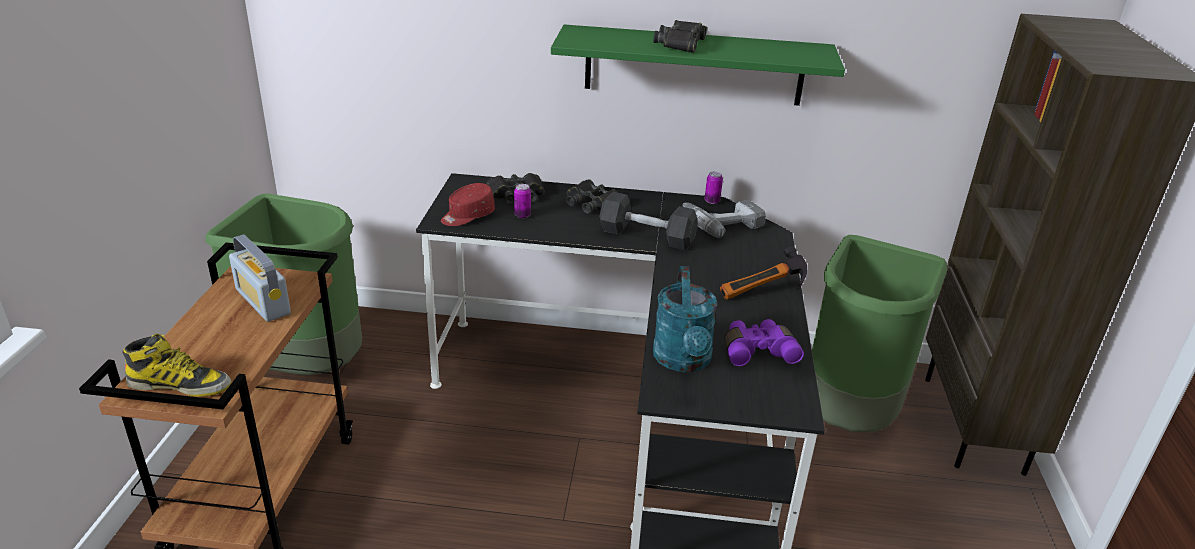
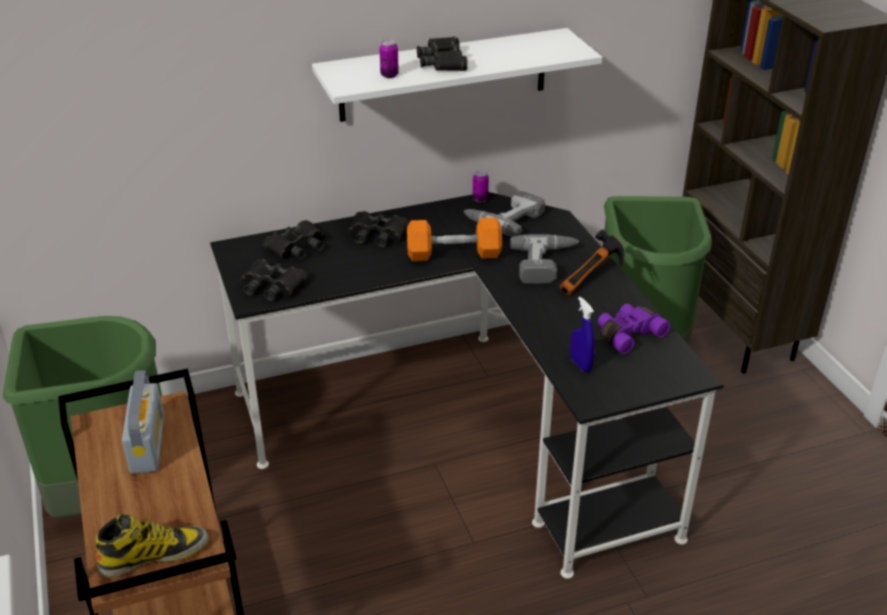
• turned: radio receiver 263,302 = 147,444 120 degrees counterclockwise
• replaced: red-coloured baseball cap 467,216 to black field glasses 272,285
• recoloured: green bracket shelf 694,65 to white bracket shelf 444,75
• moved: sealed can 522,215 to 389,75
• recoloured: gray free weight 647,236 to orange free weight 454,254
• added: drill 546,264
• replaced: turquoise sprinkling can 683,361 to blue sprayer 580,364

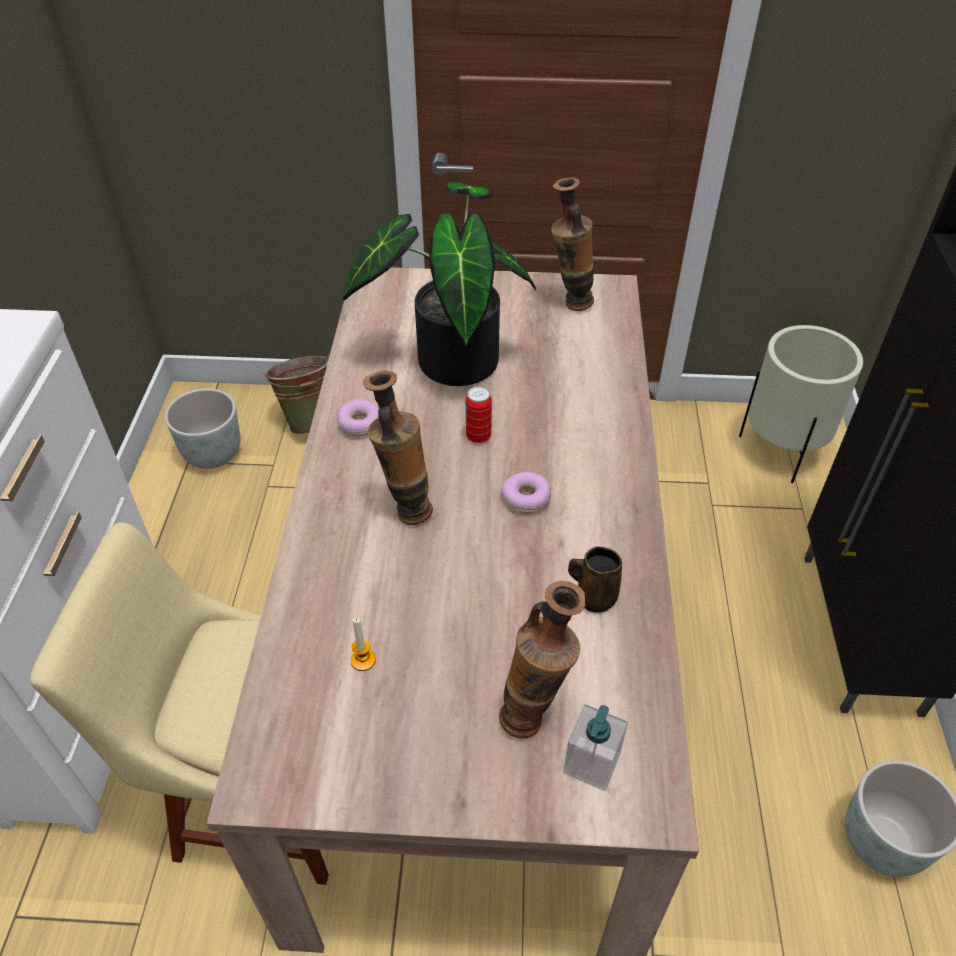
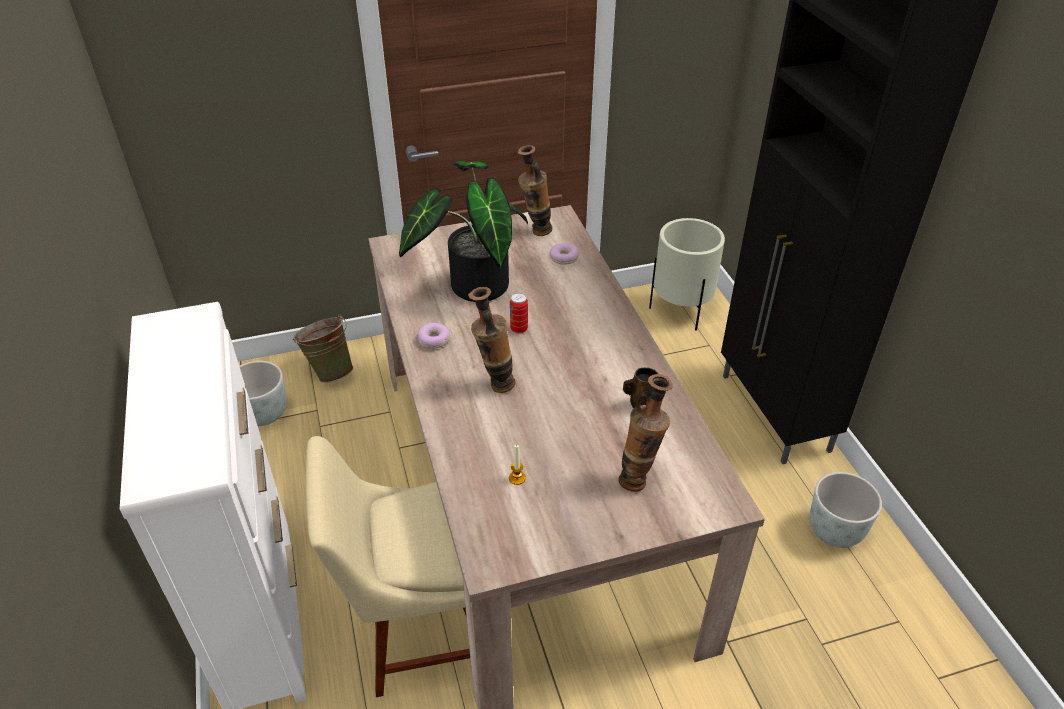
• moved: ring doughnut 526,498 to 564,258
• removed: liquid soap bottle 591,763

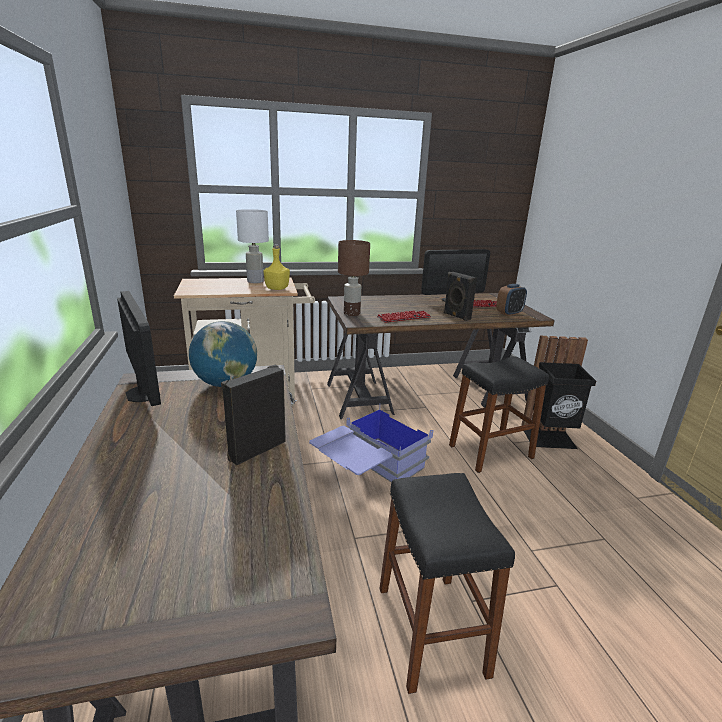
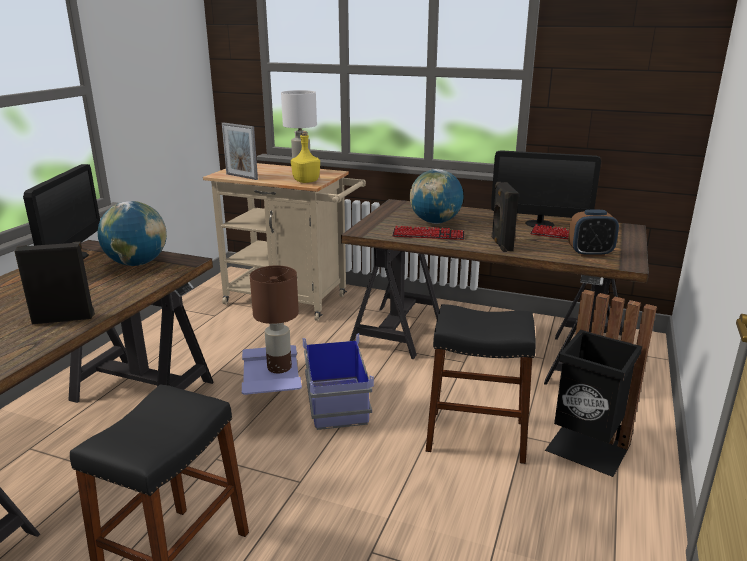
• added: photo frame 241,176
• moved: brown-coloured lamp for a table 351,313 to 279,367
• added: globe 435,222

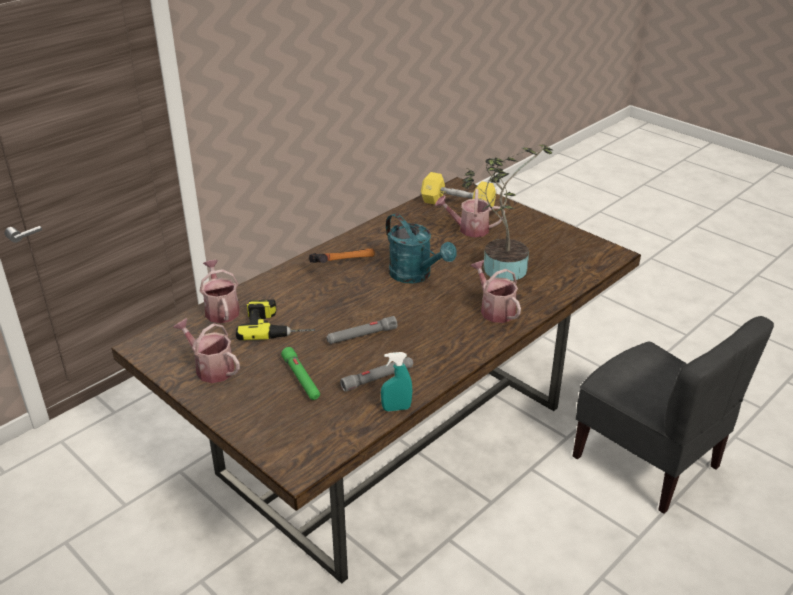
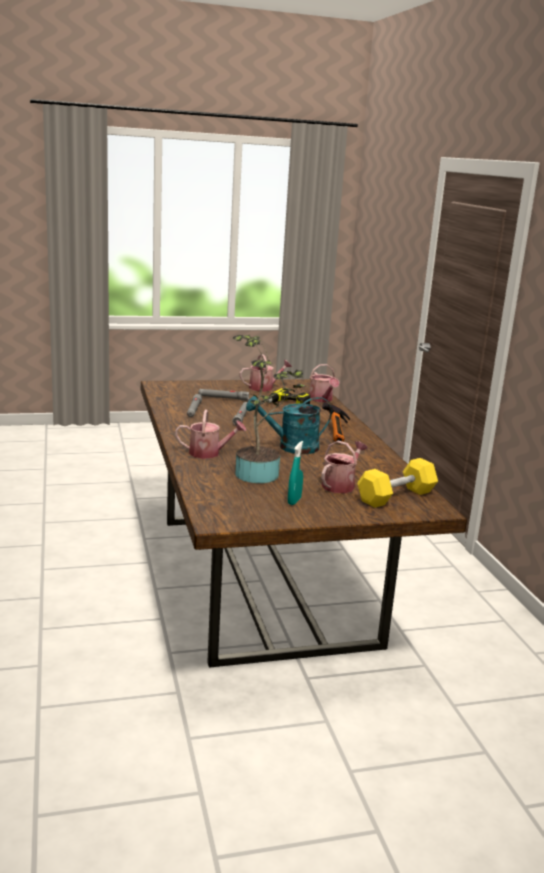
• recoloured: green torch 301,379 to gray torch 223,398
• moved: turquoise sprayer 396,408 to 294,501
• turned: sprinkling can 221,310 = 322,399 60 degrees clockwise
• removed: gray plain chair 647,461

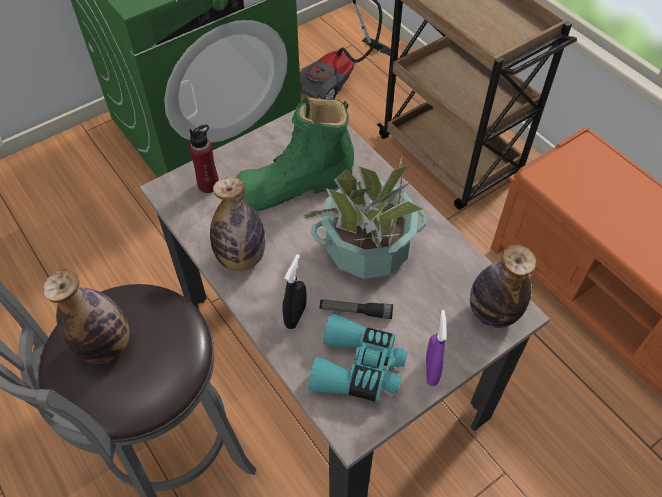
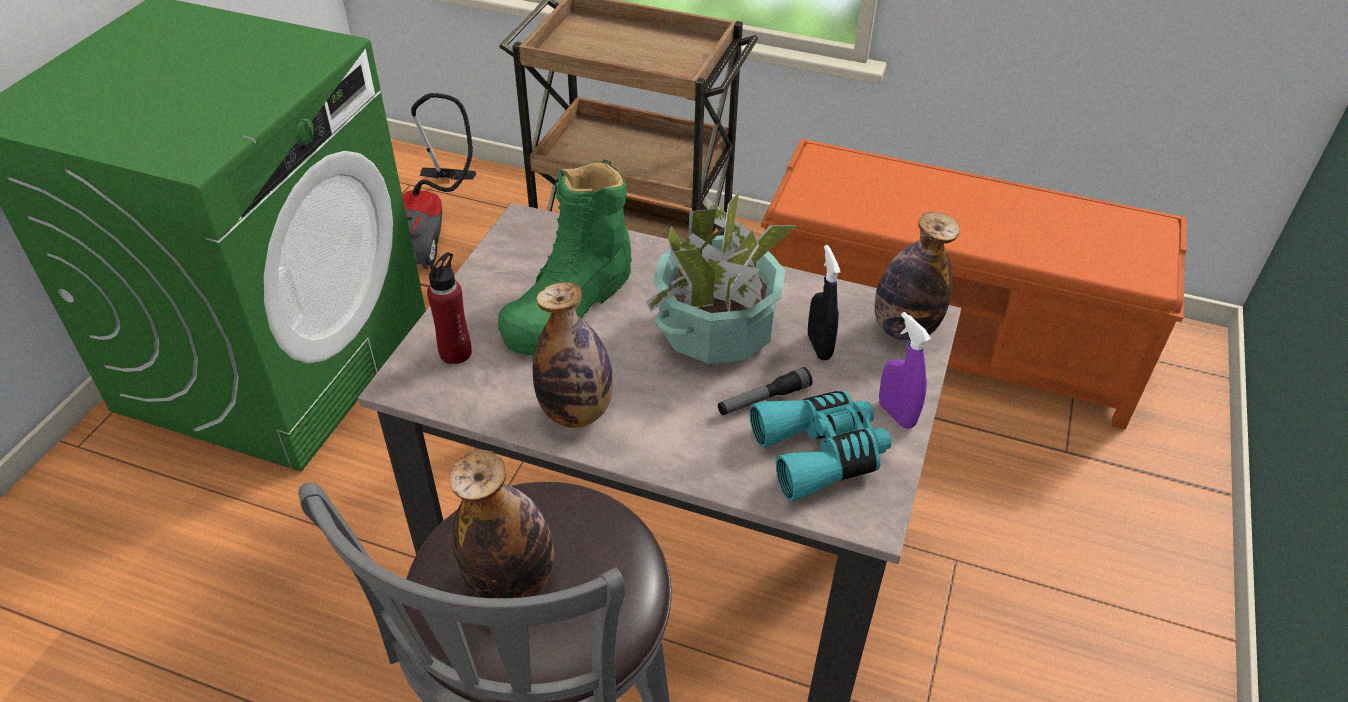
• moved: black sprayer 295,316 to 819,346

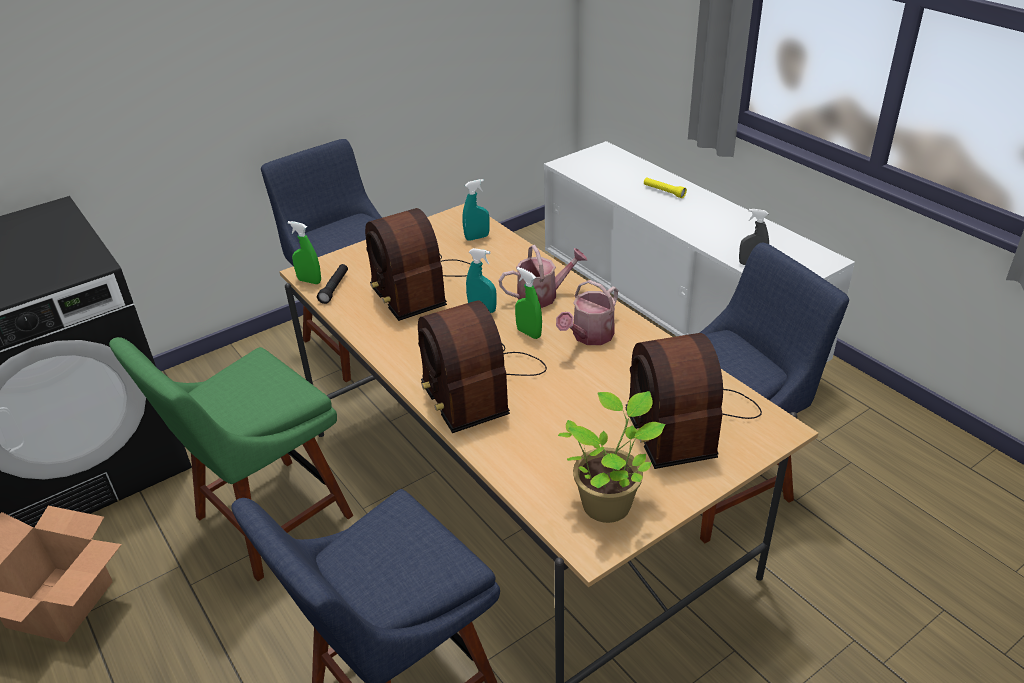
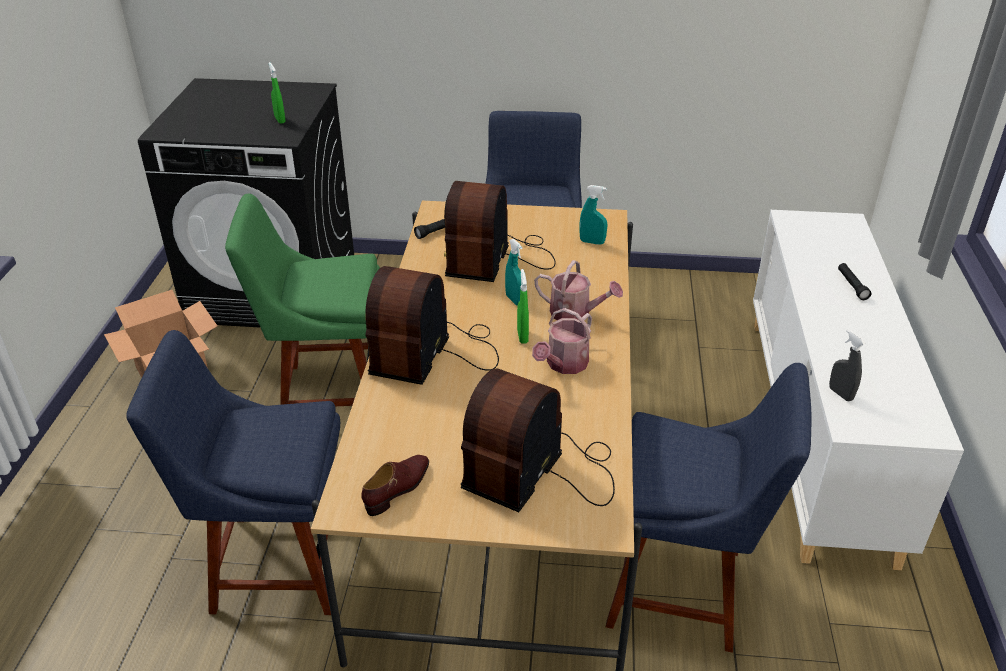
• moved: green sprayer 309,281 to 280,120
• replaced: houseplant 609,502 to brown-coloured item of footwear 398,488
• turned: sprinkling can 589,336 = 564,364 45 degrees counterclockwise
• recoloured: yellowish torch 664,191 to black torch 852,285

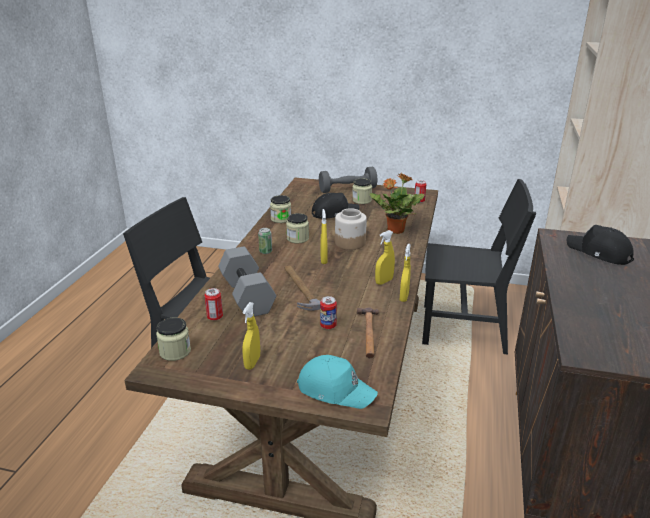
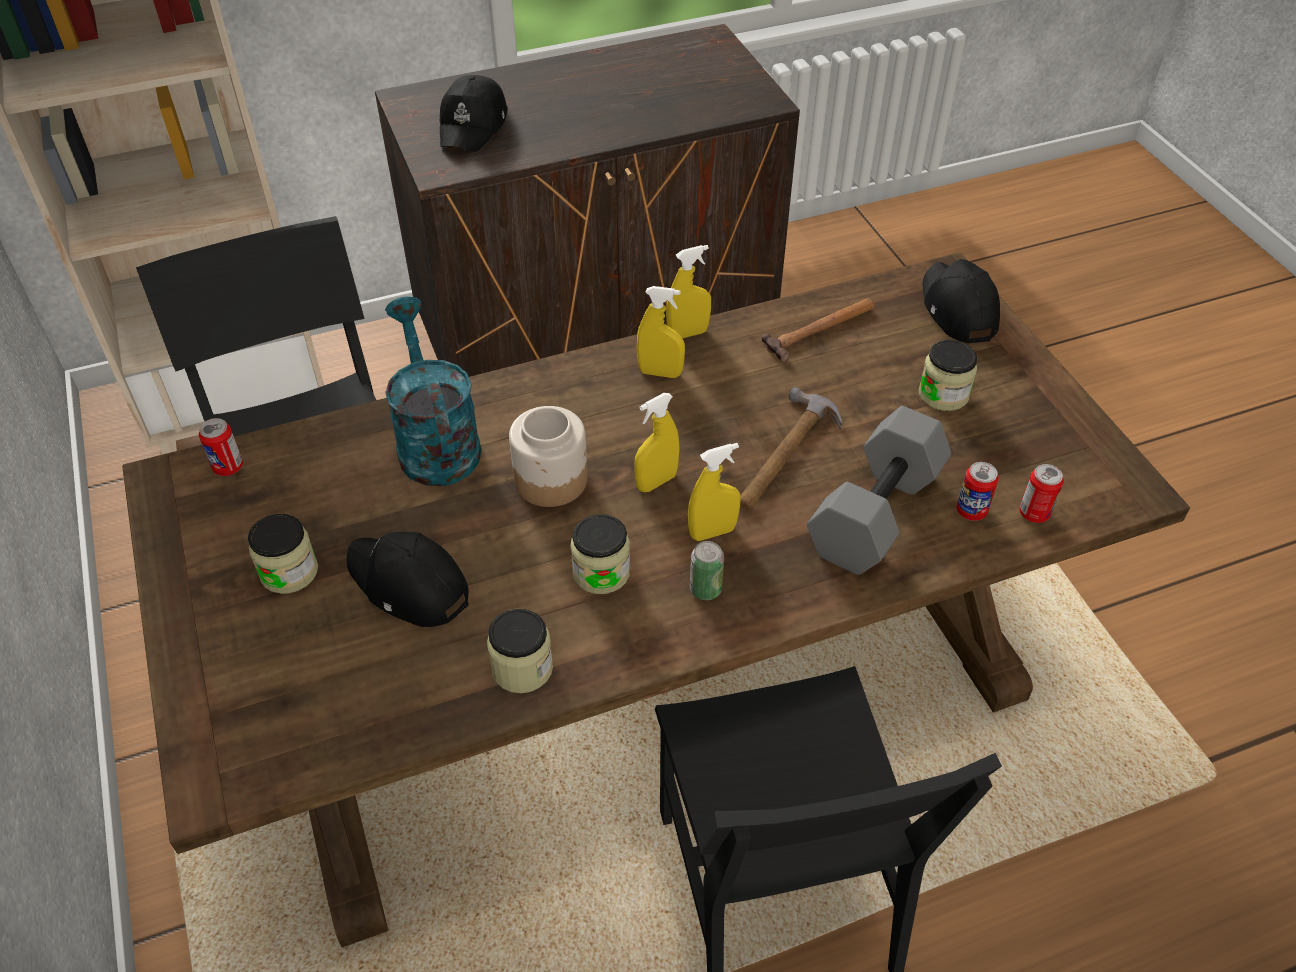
• replaced: houseplant 395,230 to turquoise sprinkling can 435,441
• moved: yellowish sprayer 252,363 to 712,532
• moved: jar 175,351 to 943,394
• recoloured: turquoise baseball cap 335,389 to black baseball cap 957,309
• moved: sealed can 328,326 to 1034,513
• removed: gray free weight 347,189

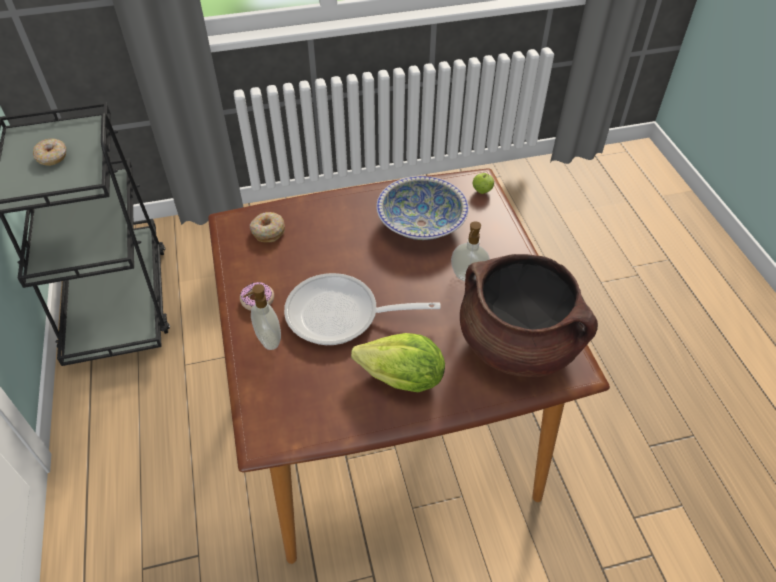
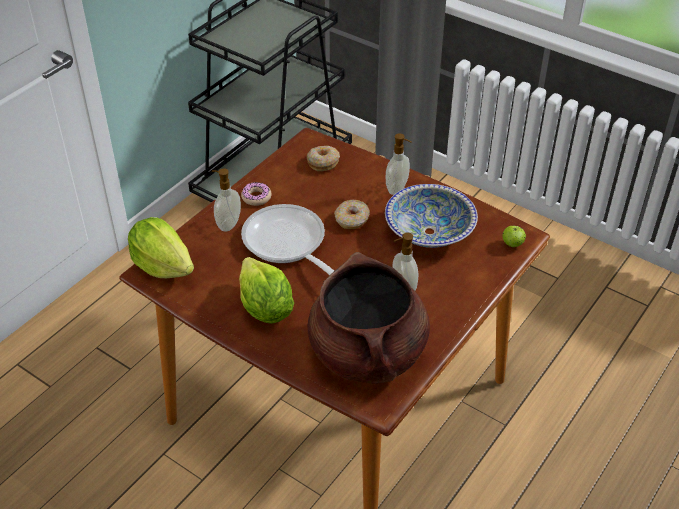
• added: lettuce 162,266
• moved: ring doughnut 52,157 to 352,220
• added: liquid soap bottle 397,189

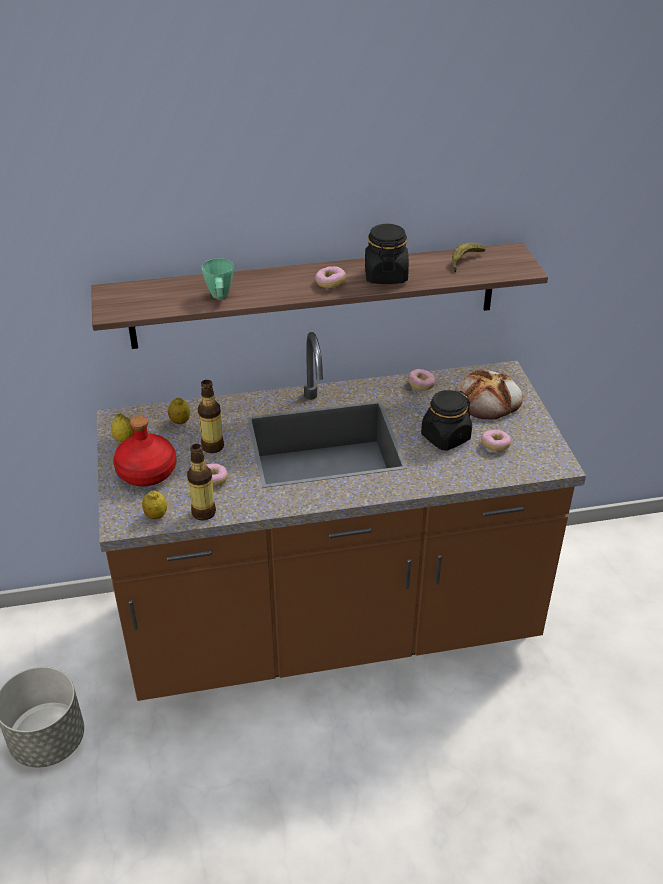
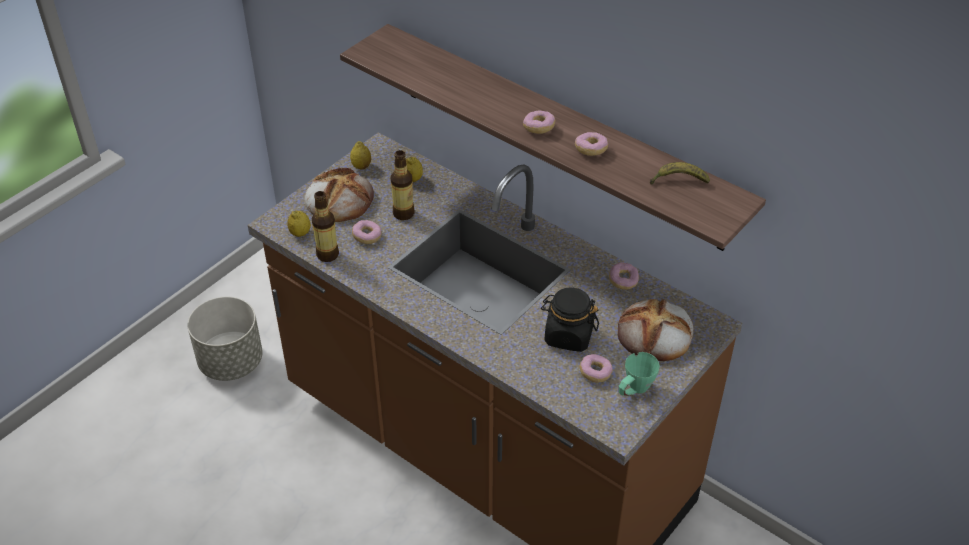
• replaced: red-coloured drink bottle 146,472 to bakery bread 339,199
• replaced: black jar 385,275 to ring doughnut 591,150
• moved: green mug 220,298 to 634,391

